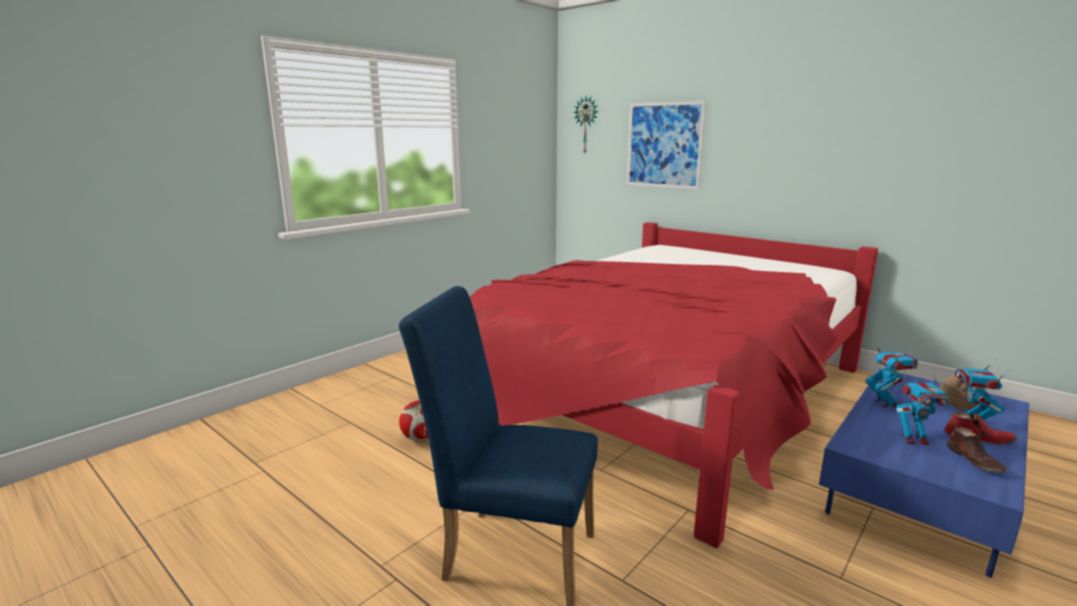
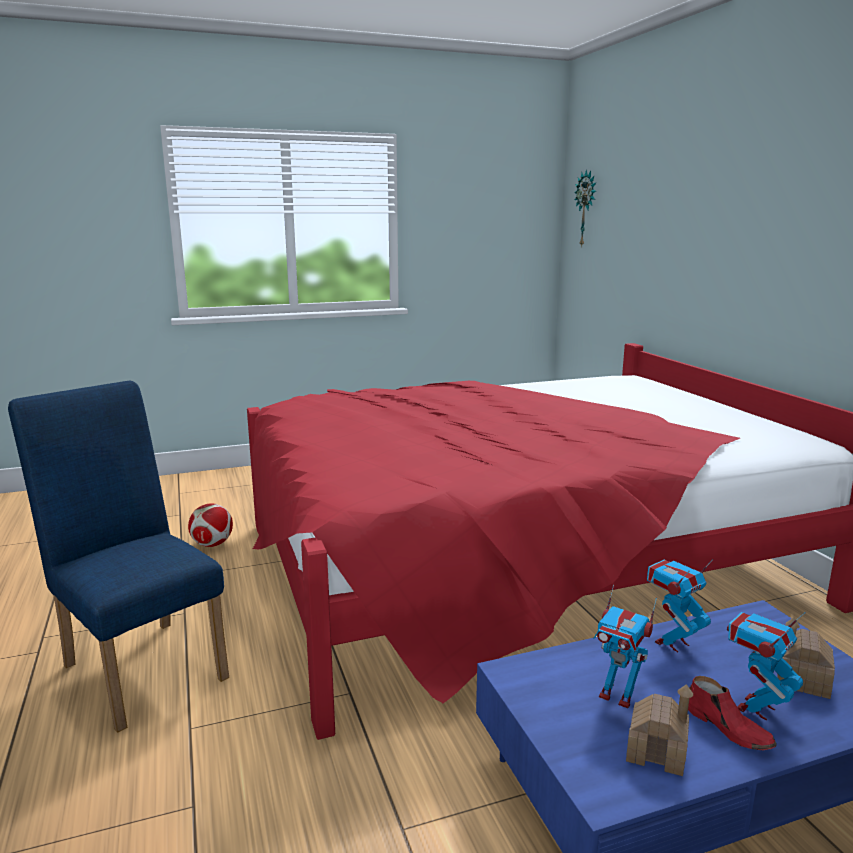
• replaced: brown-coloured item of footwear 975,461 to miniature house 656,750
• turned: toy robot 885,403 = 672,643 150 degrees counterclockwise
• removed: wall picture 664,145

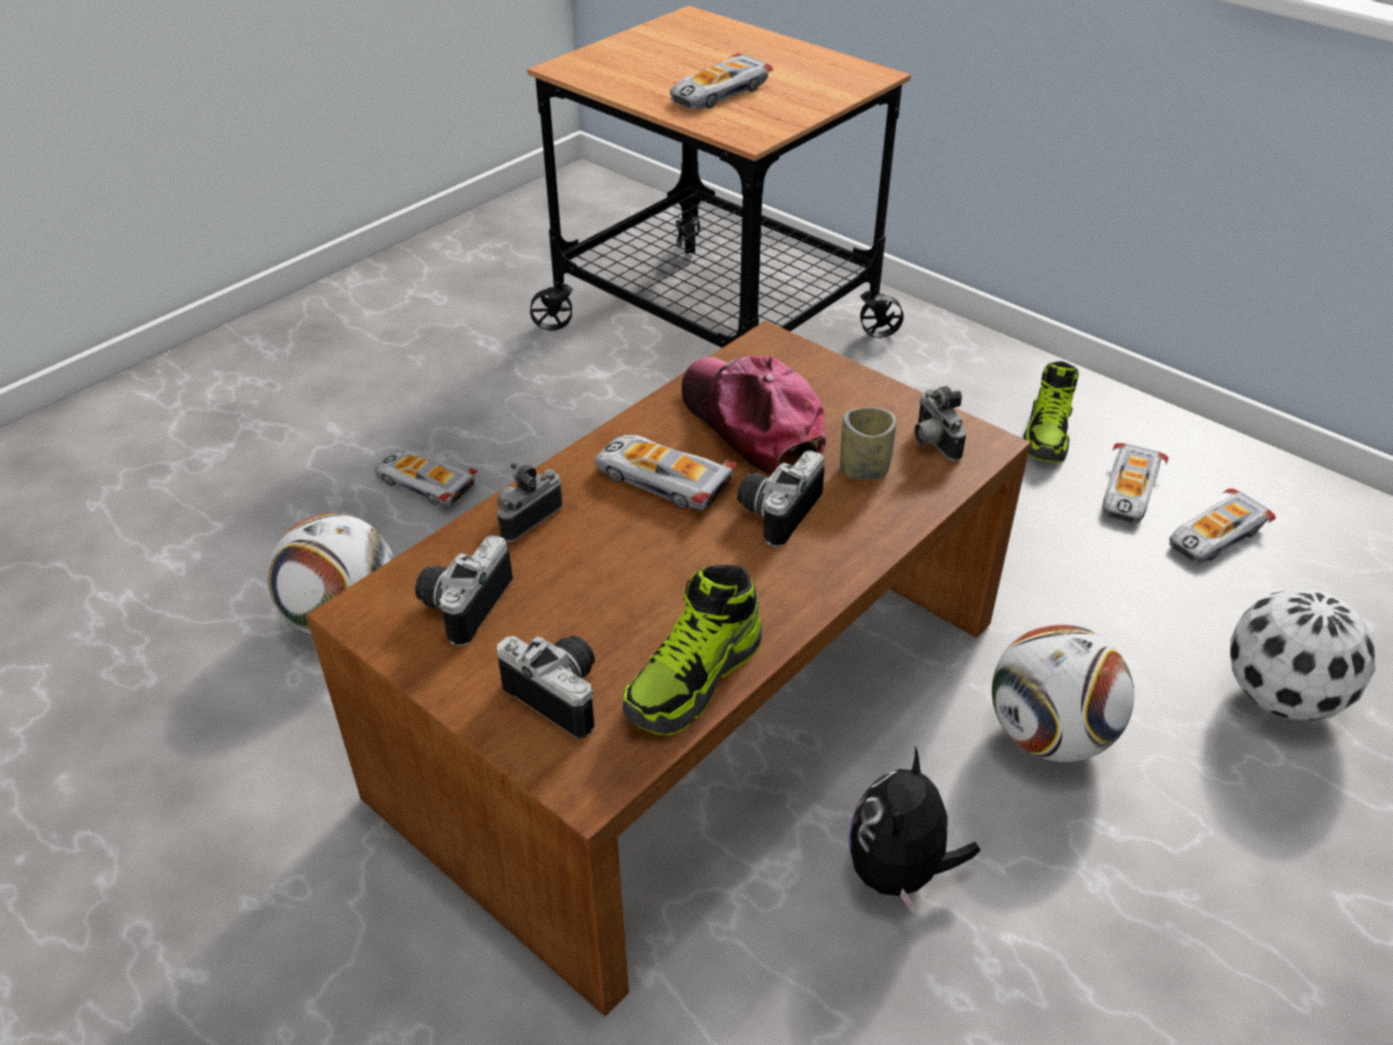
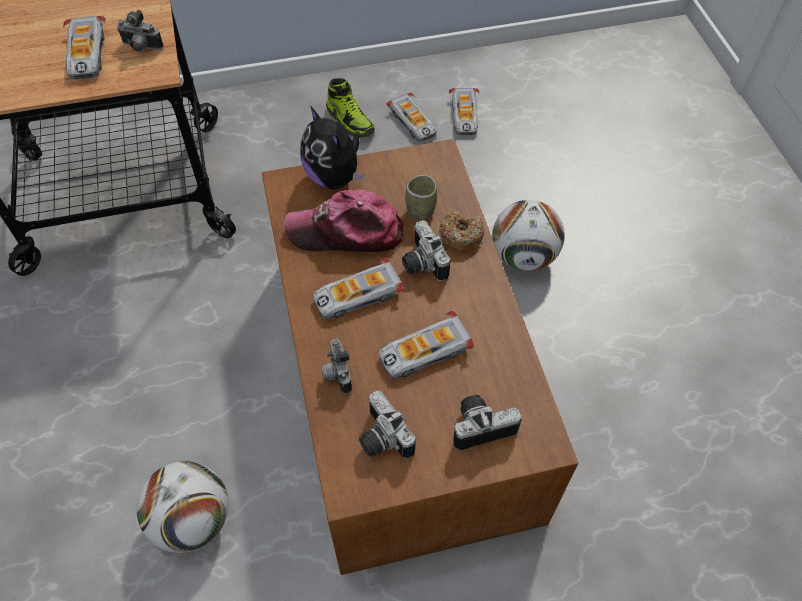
• moved: photo camera 932,443 to 141,47
• moved: soft toy 899,872 to 335,177
• moved: miniature car 425,483 to 424,352
• added: ring doughnut 460,235
• removed: item of footwear 694,679
• removed: football 1282,698

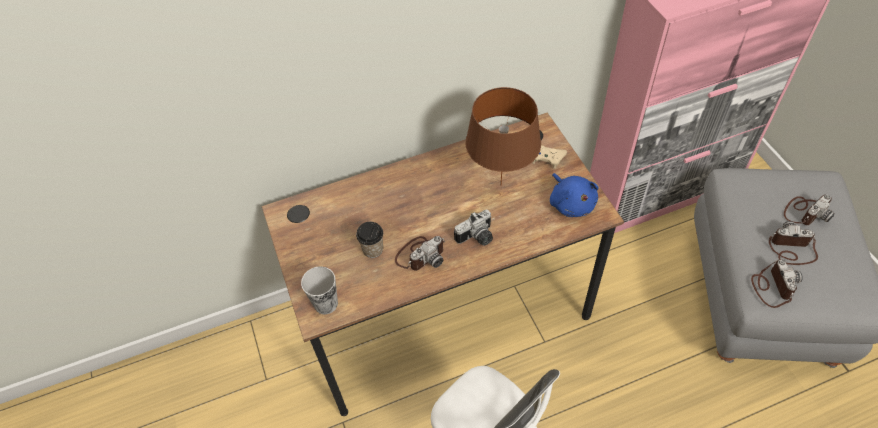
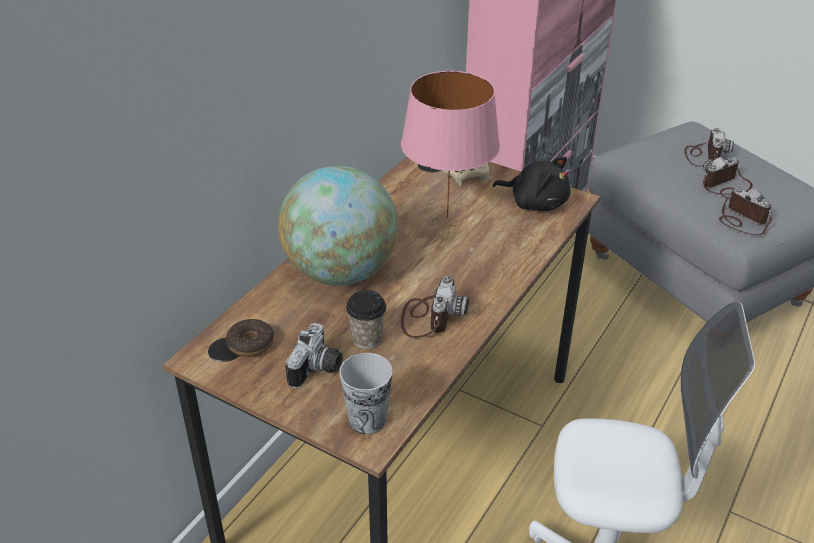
• added: ring doughnut 250,343
• added: globe 340,272
• moved: photo camera 477,238 to 318,370
• recoloured: brown-coloured lamp for a table 501,185 to pinkish lamp for a table 448,217
• recoloured: blue soft toy 571,203 to black soft toy 535,202

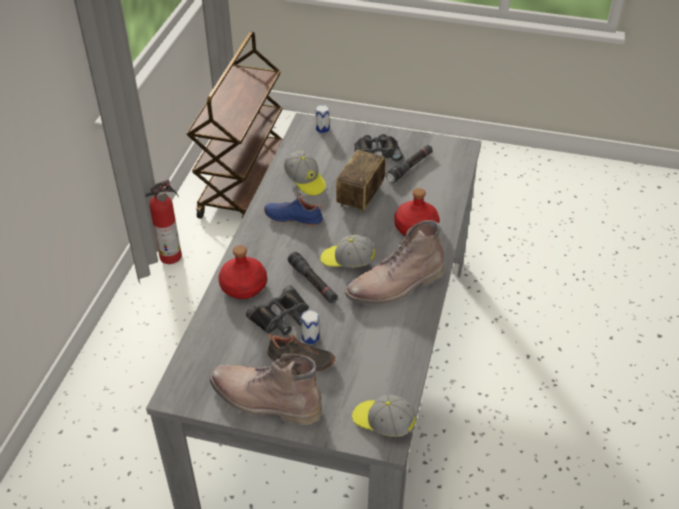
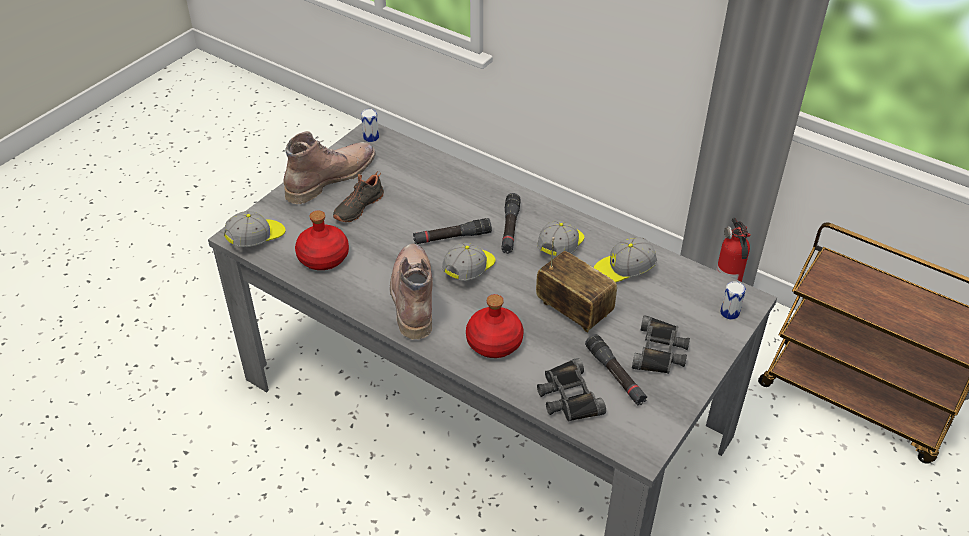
• moved: red-coloured drink bottle 243,286 to 324,257
• moved: sealed can 310,337 to 371,137
• added: black torch 510,229
• replaced: blue item of footwear 294,217 to baseball cap 561,247
• moved: black field glasses 281,317 to 568,396

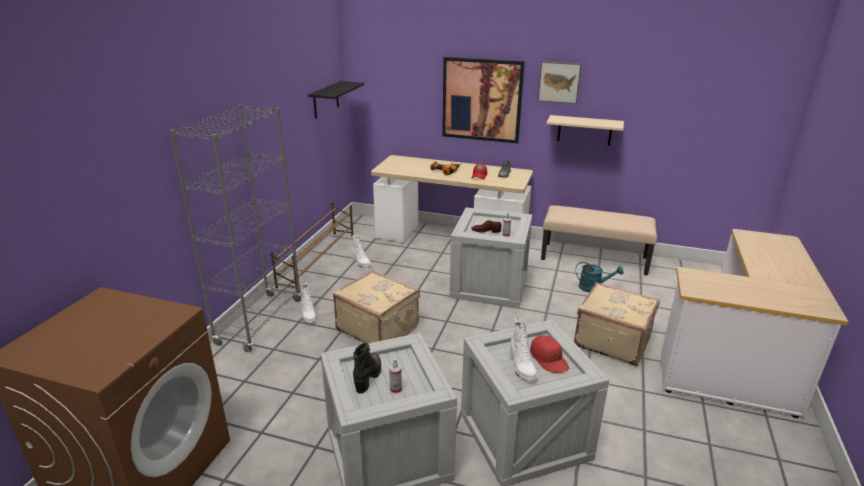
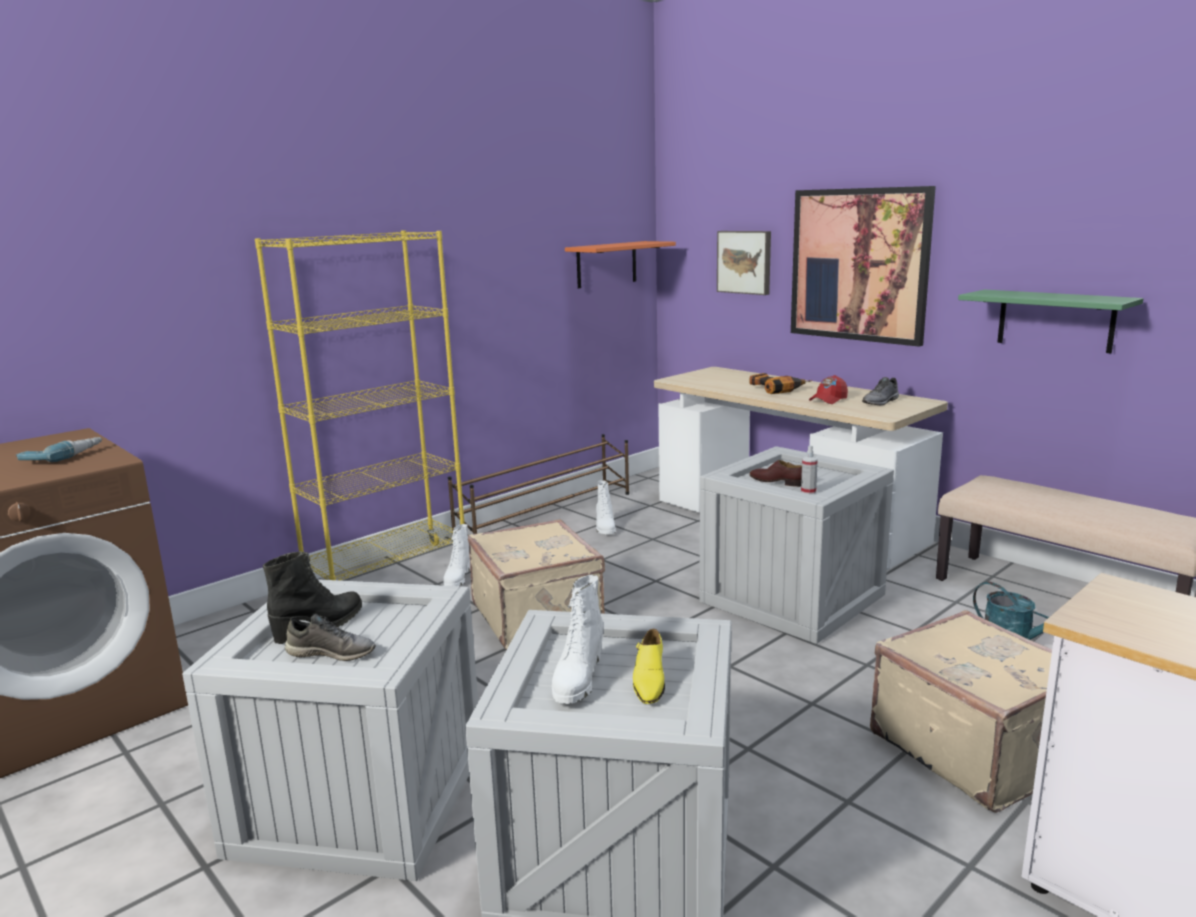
• added: drill 62,456
• recoloured: gray bookshelf 260,321 to yellowish bookshelf 388,572
• replaced: sprayer 395,389 to gray item of footwear 332,653
• recoloured: black bracket shelf 326,99 to orange bracket shelf 606,264
• replaced: red-coloured baseball cap 549,359 to yellowish item of footwear 649,681
• moved: wall picture 559,82 to 745,262
• recoloured: beige-coloured bracket shelf 584,130 to green bracket shelf 1055,320

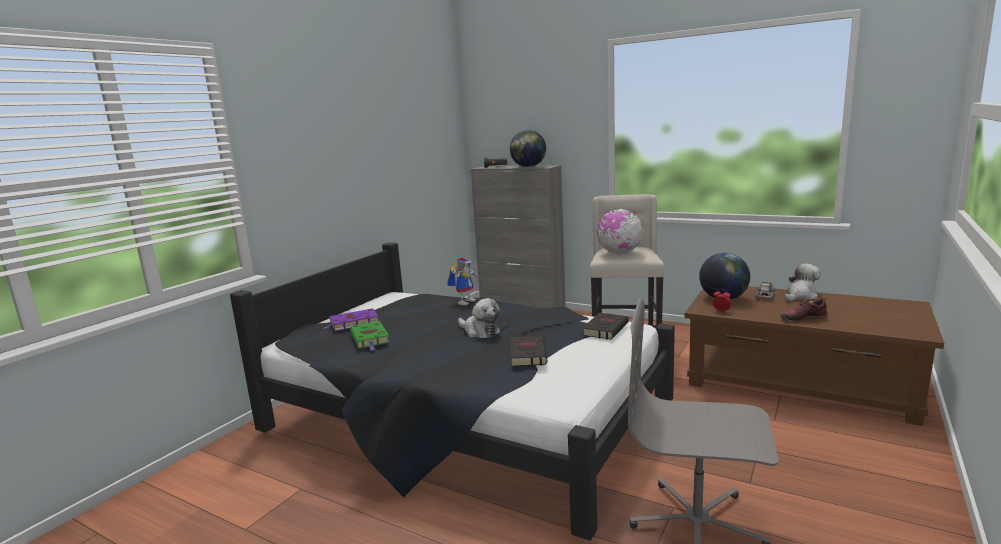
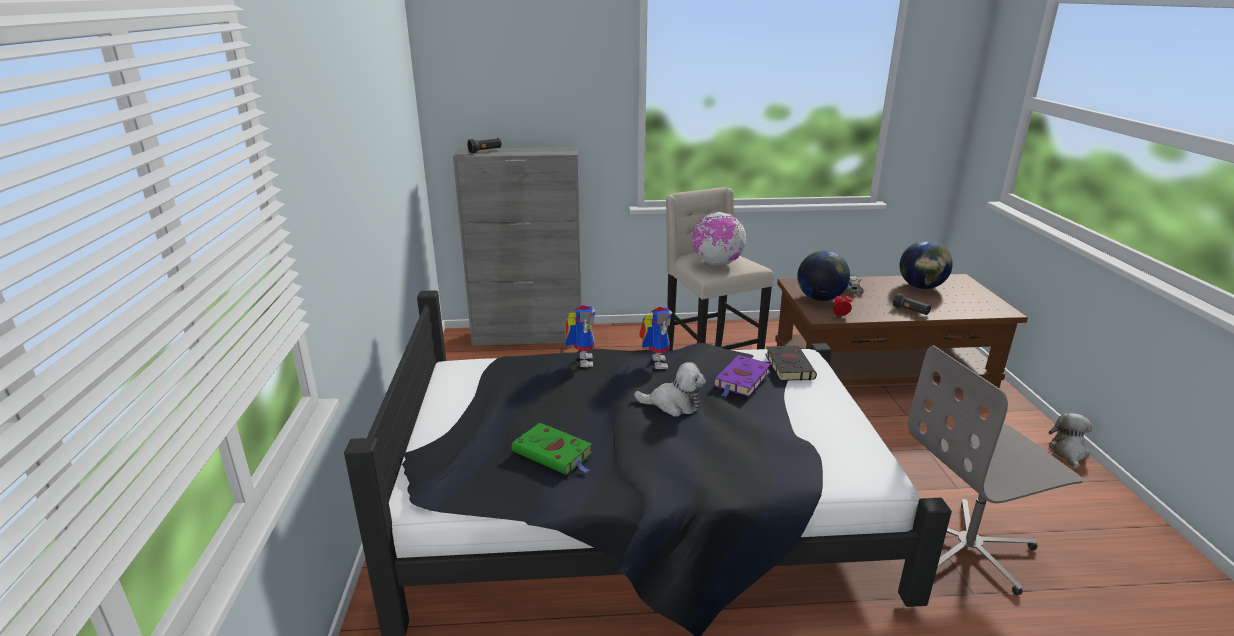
• added: toy robot 655,362
• moved: purple-coloured book 353,323 to 741,380
• replaced: item of footwear 803,318 to black torch 911,311
• moved: globe 528,167 to 921,287
• moved: soft toy 800,296 to 1068,452
• removed: black book 527,354

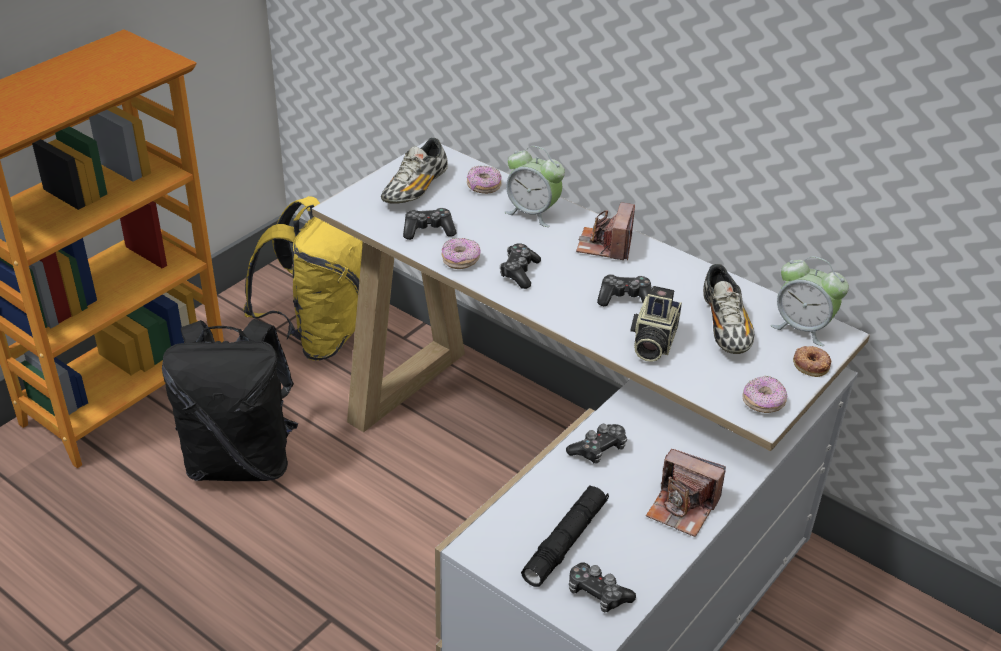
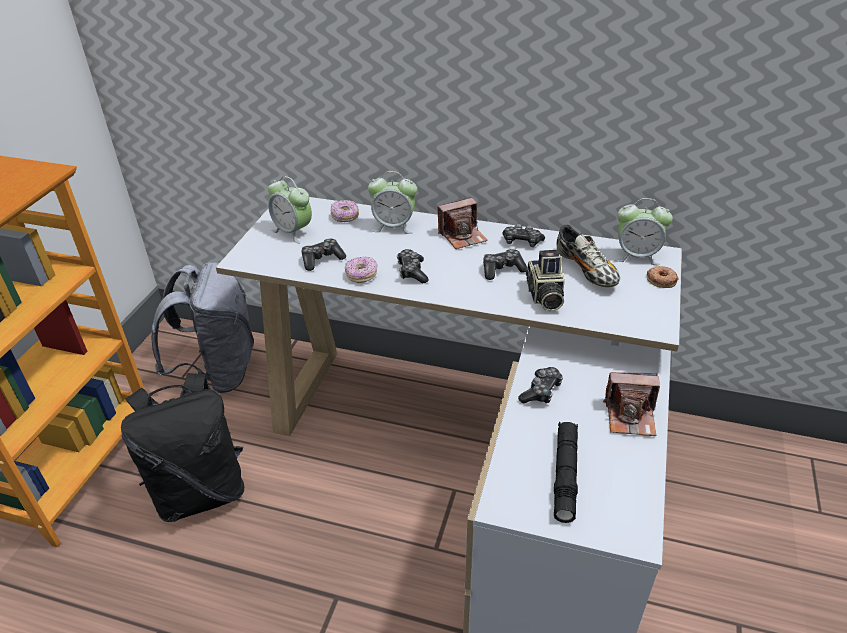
• recoloured: yellowish knapsack 319,335 to gray knapsack 219,372
• replaced: item of footwear 415,189 to alarm clock 293,232
• turned: photo camera 605,245 = 462,236 105 degrees counterclockwise
• moved: joypad 597,594 to 522,242
• removed: ring doughnut 763,403

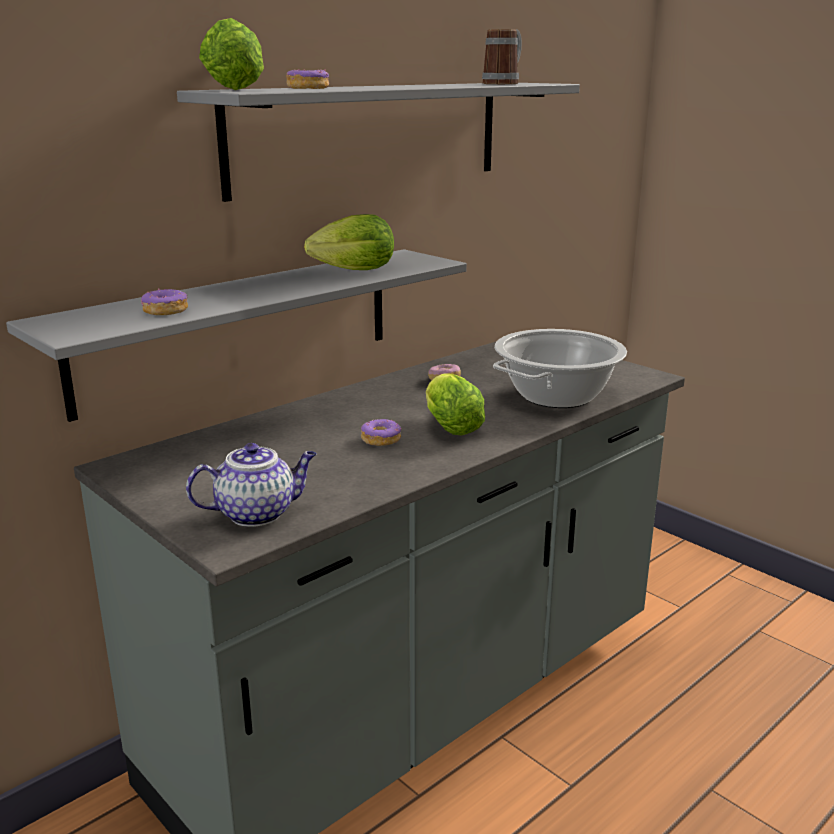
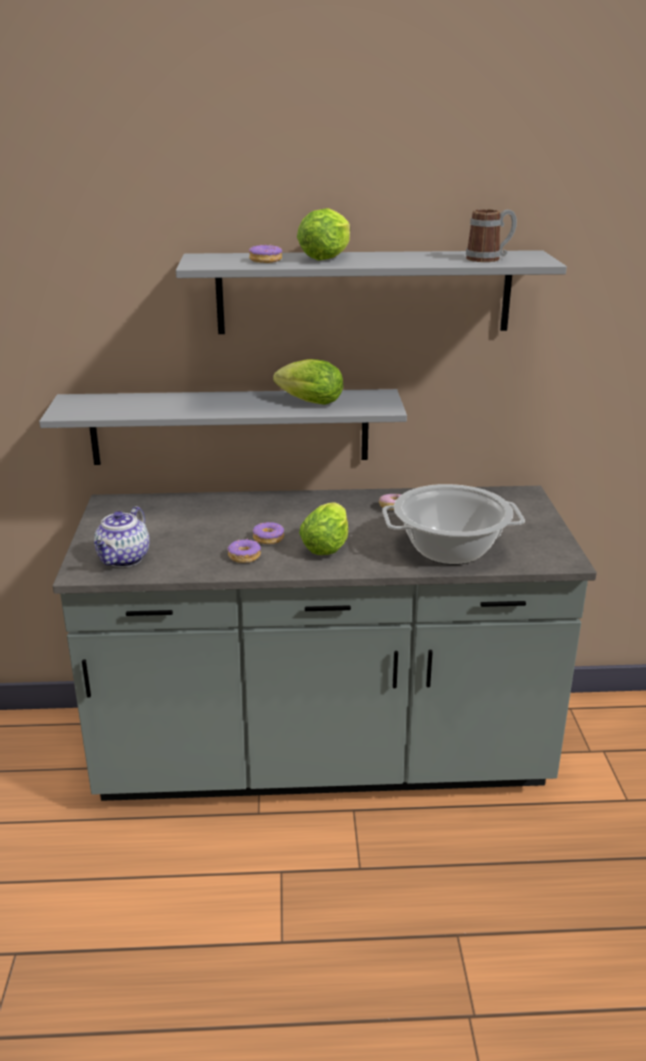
• turned: teapot 257,513 = 124,559 90 degrees clockwise
• moved: ring doughnut 165,311 to 244,556
• moved: lettuce 233,89 to 328,257

